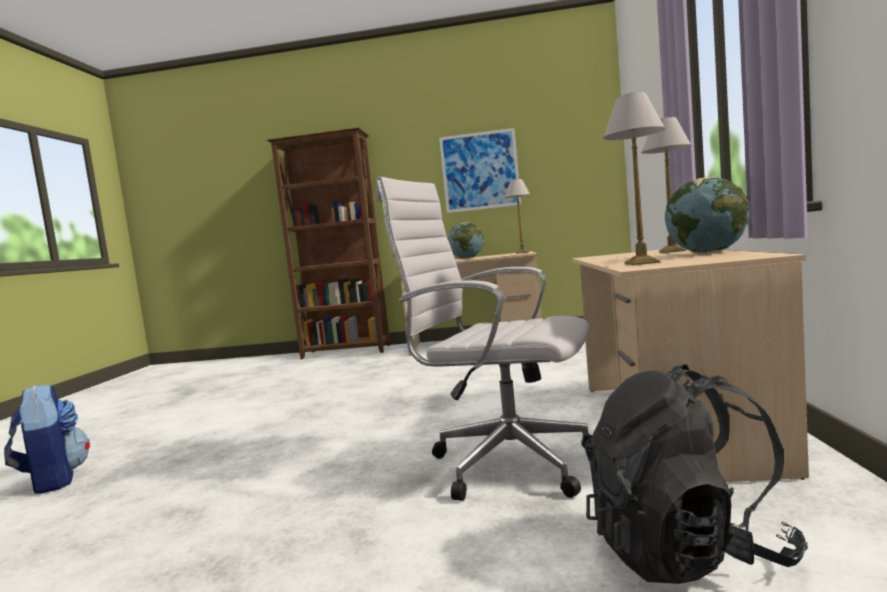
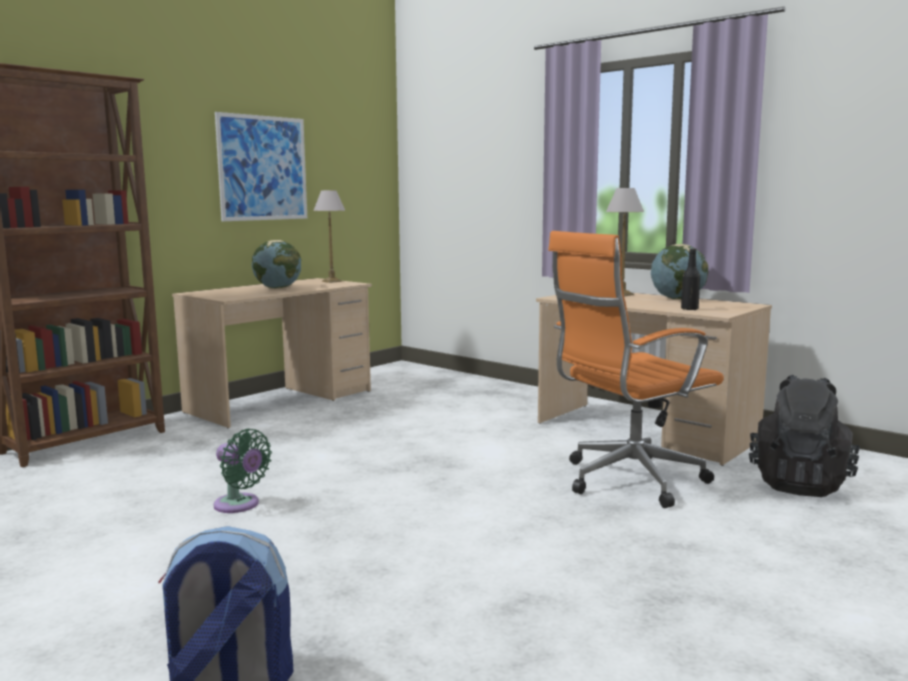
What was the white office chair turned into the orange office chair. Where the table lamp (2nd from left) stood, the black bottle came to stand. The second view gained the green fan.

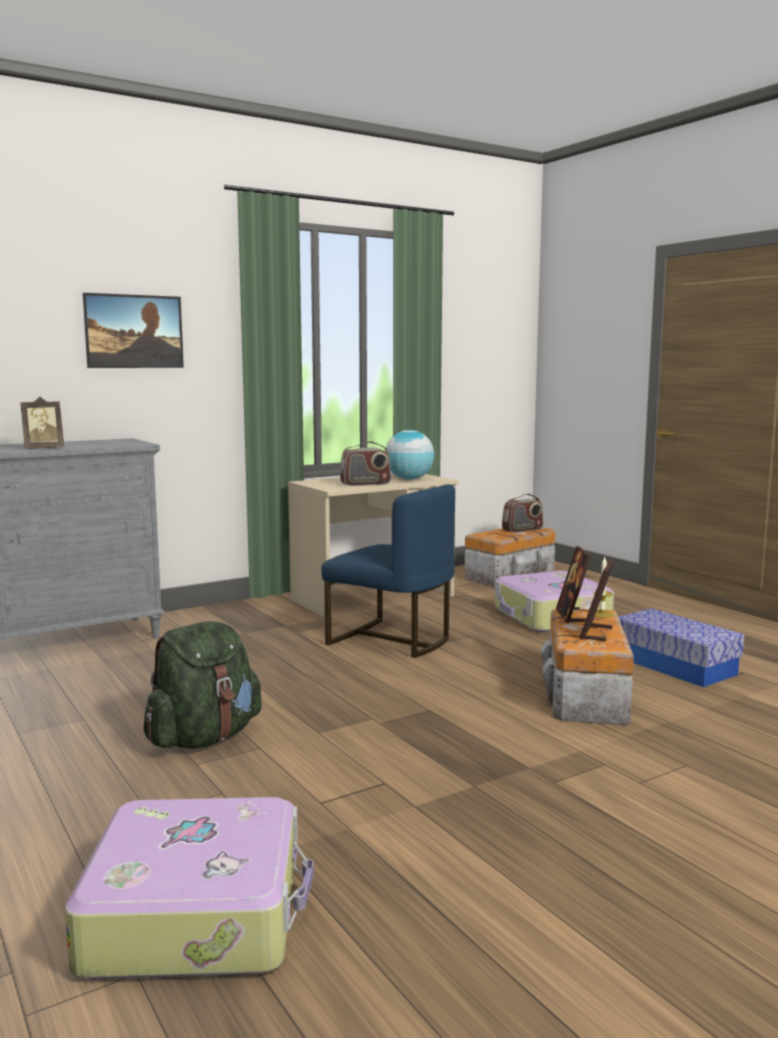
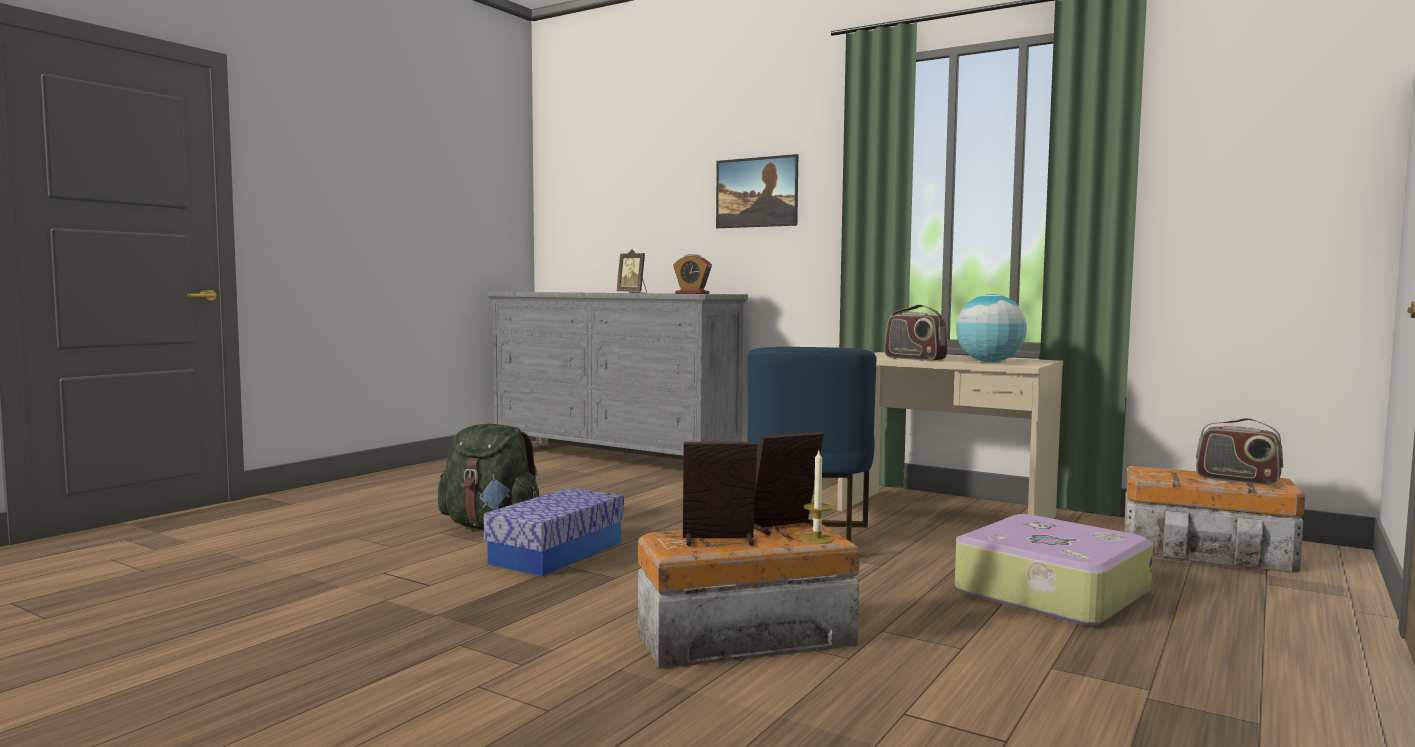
The second view lost the suitcase (1st from left). The storage box (3rd from left in the first image) ended up elsewhere. The second view gained the alarm clock.

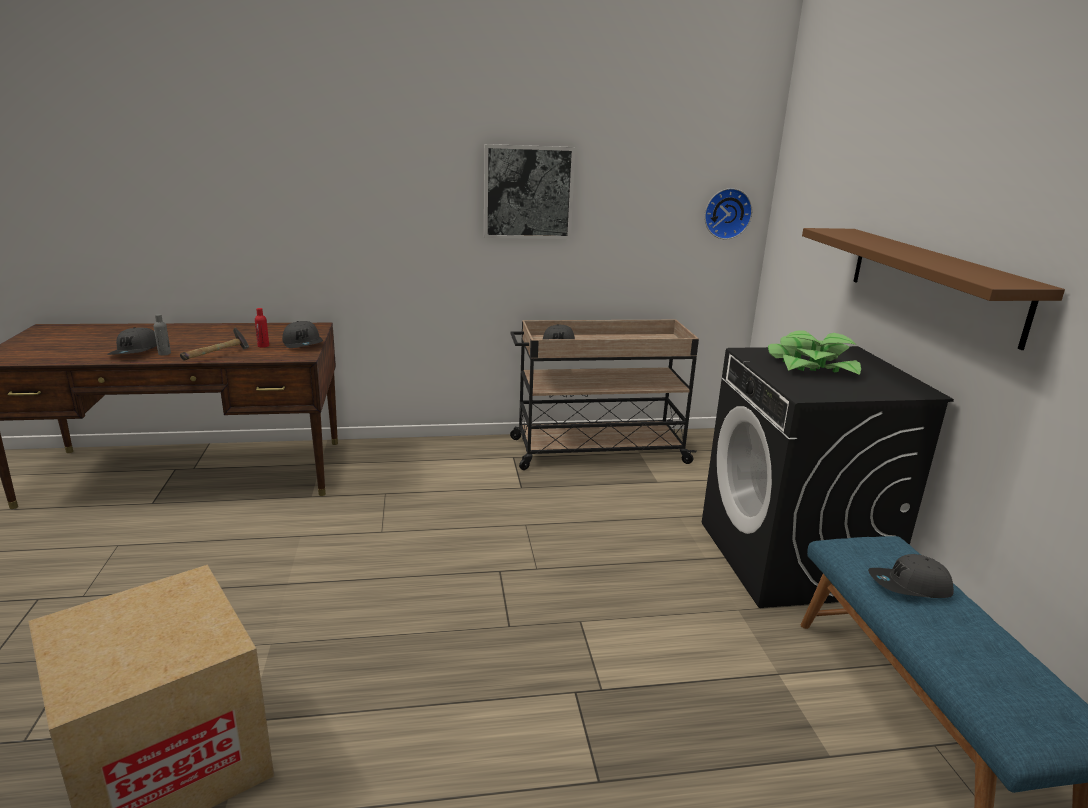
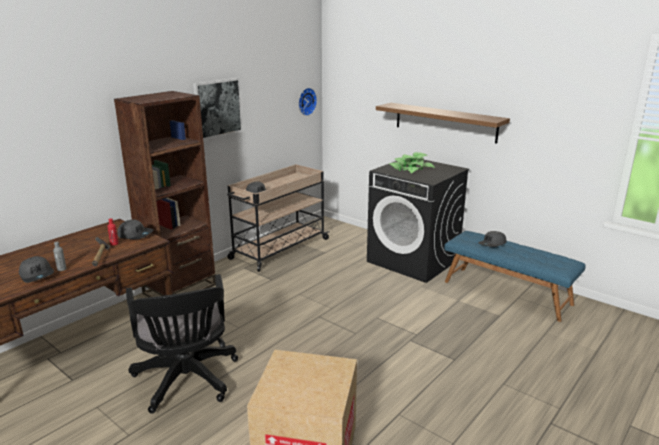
The second view gained the brown bookcase. The second view gained the black office chair.

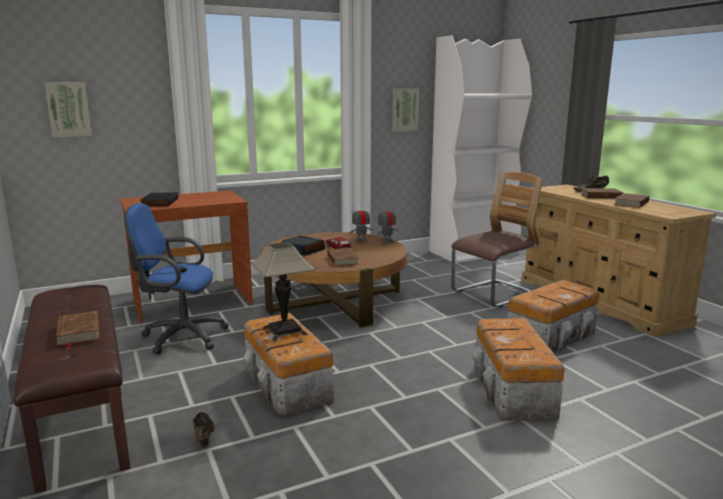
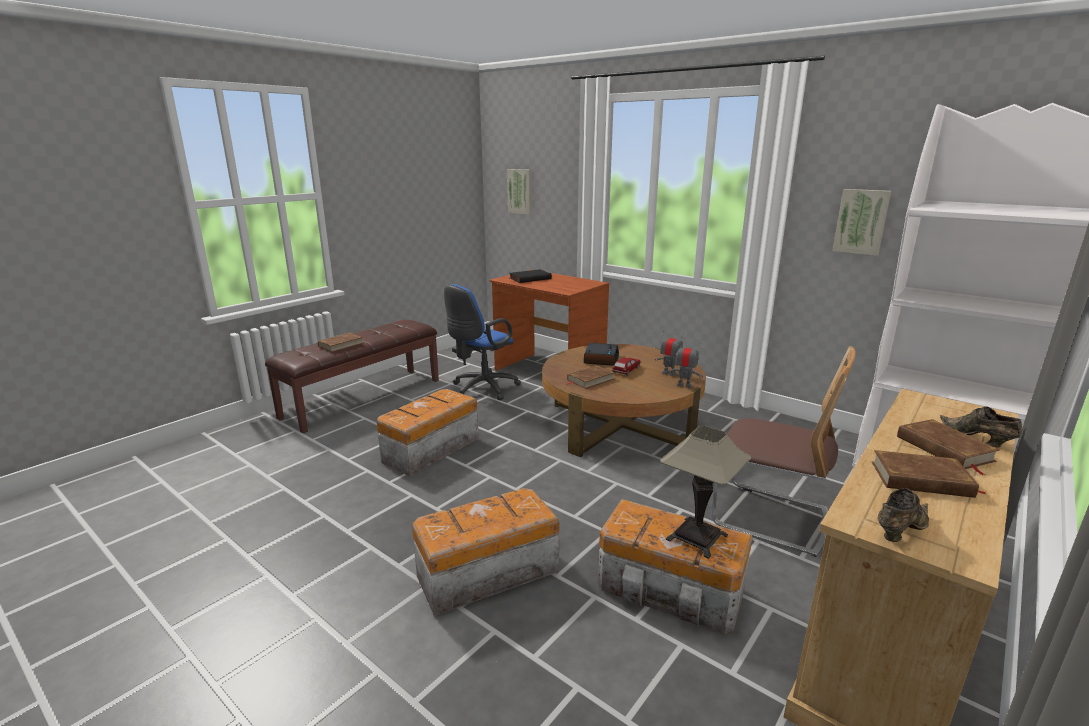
The blue office chair ended up facing another way, 120 degrees counterclockwise from before. The brown shoe (1st from left) ended up elsewhere. The table lamp ended up elsewhere.

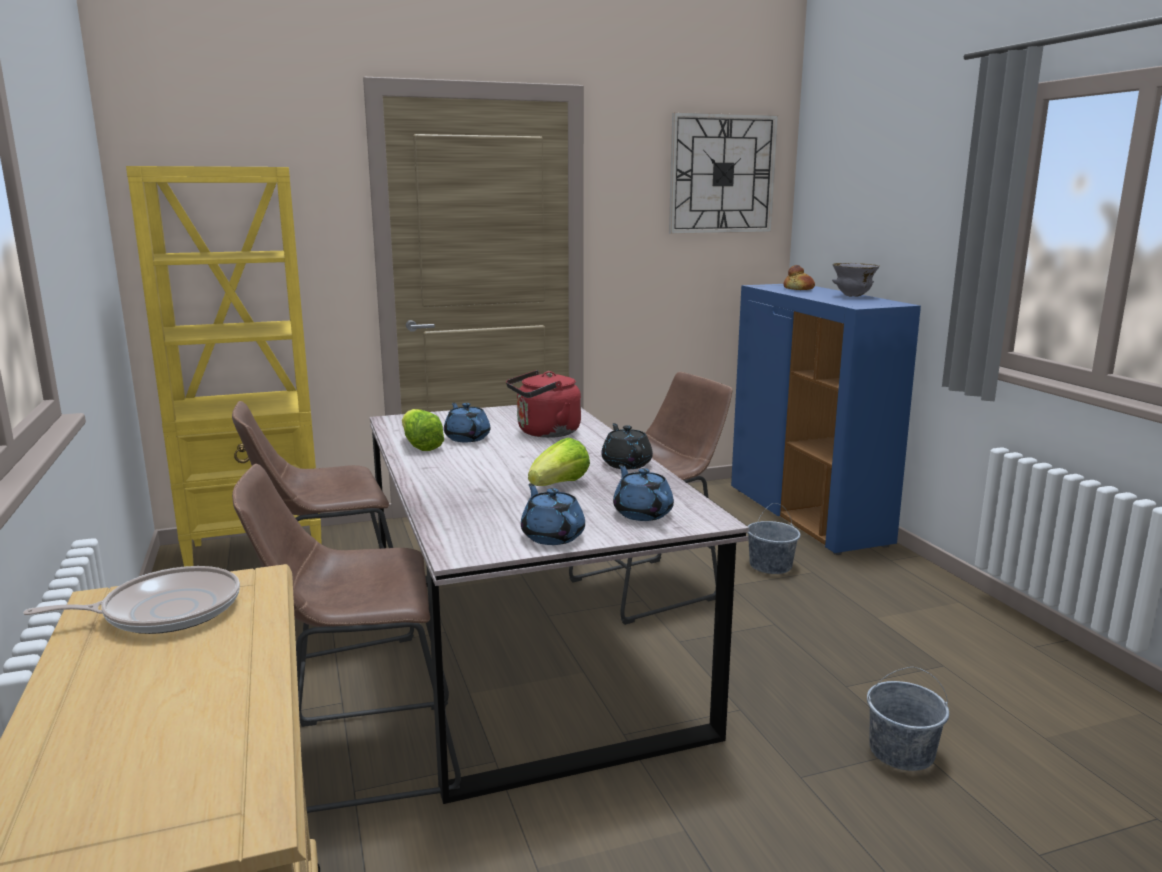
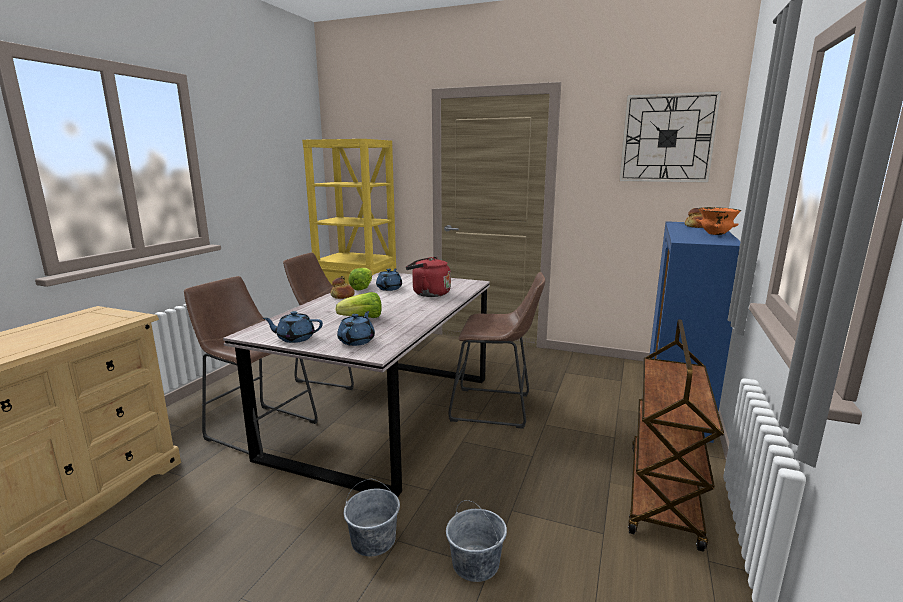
The second view lost the frying pan. The blue teapot (2nd from left in the first image) ended up facing another way, 105 degrees counterclockwise from before. The second view lost the black teapot. The grey bucket (1st from left) ended up elsewhere. What was the grey bowl turned into the orange bowl. The second view gained the bread (1st from left). The second view gained the brown cart.

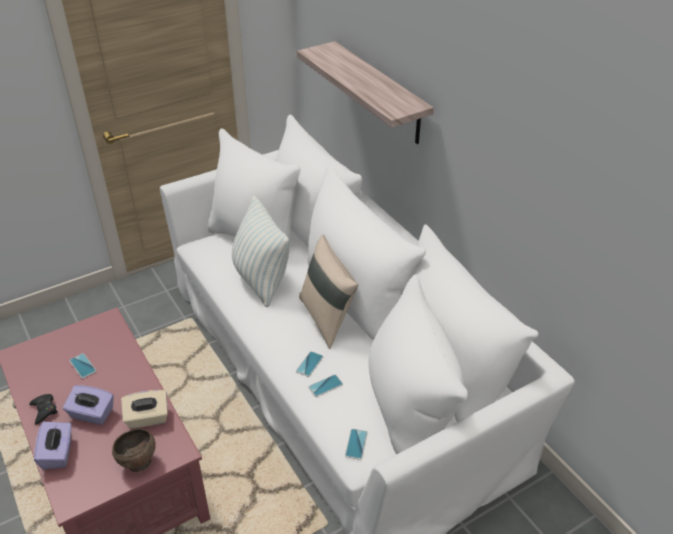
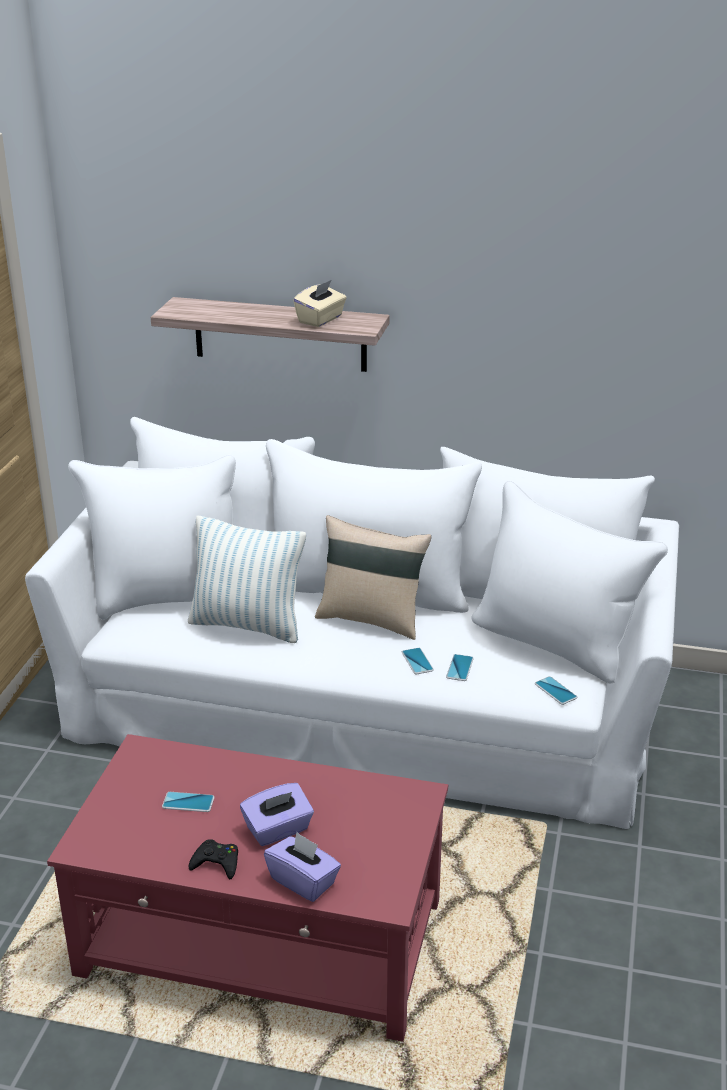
The second view lost the brown bowl. The beige tissue box ended up elsewhere.

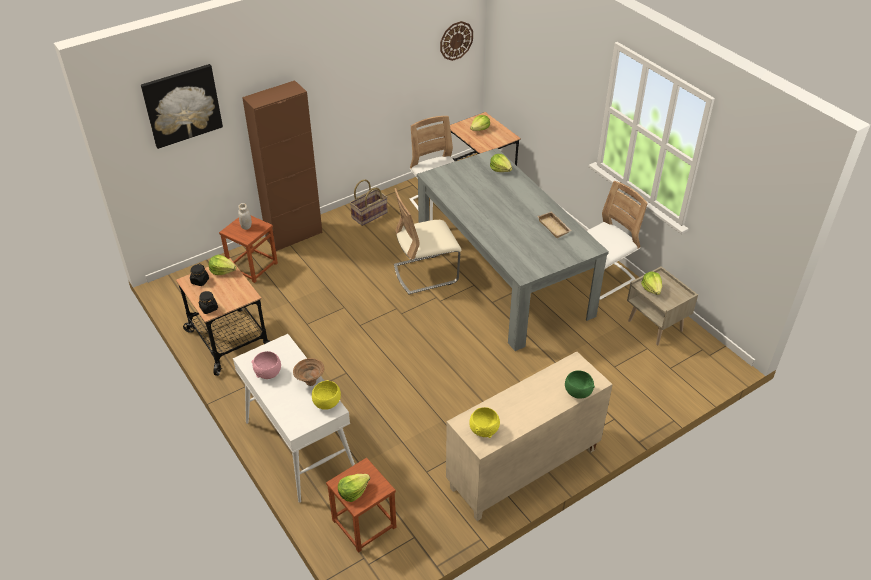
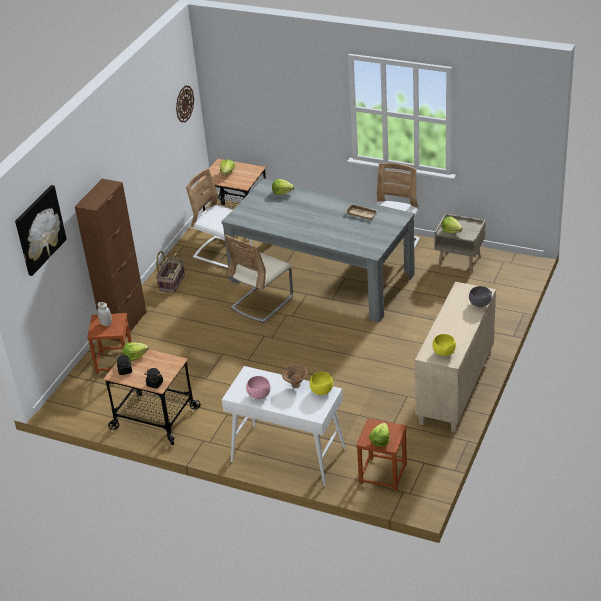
What was the green bowl turned into the grey bowl.

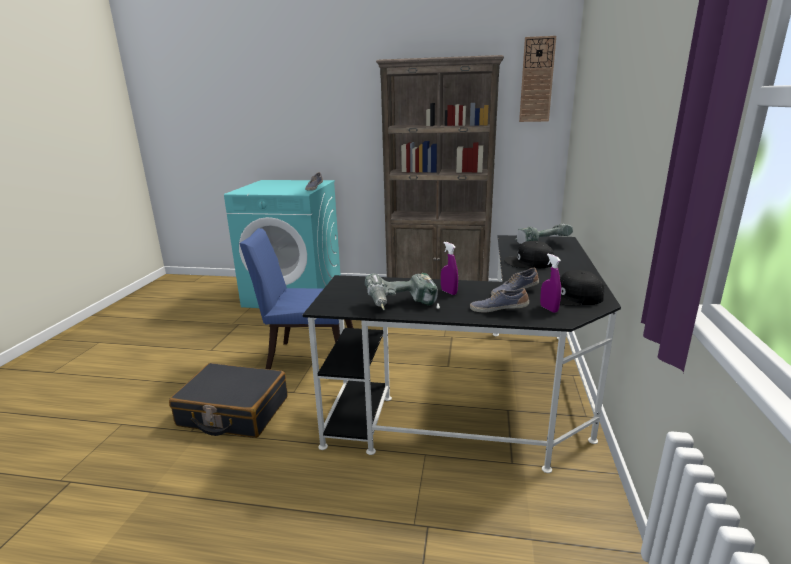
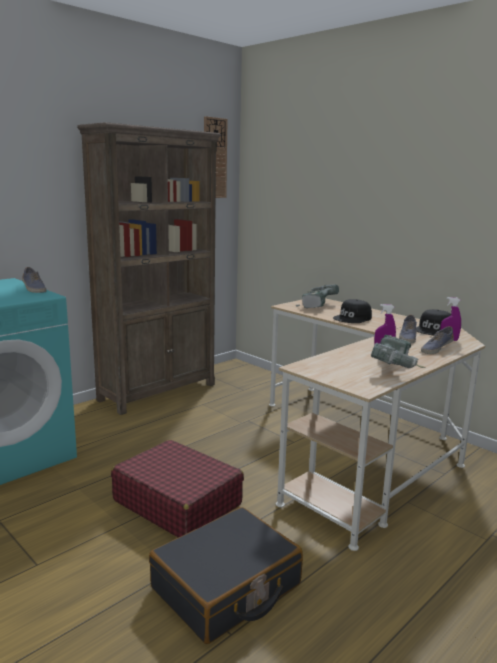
Where the blue chair stood, the red suitcase came to stand. What was the black desk turned into the beige desk.

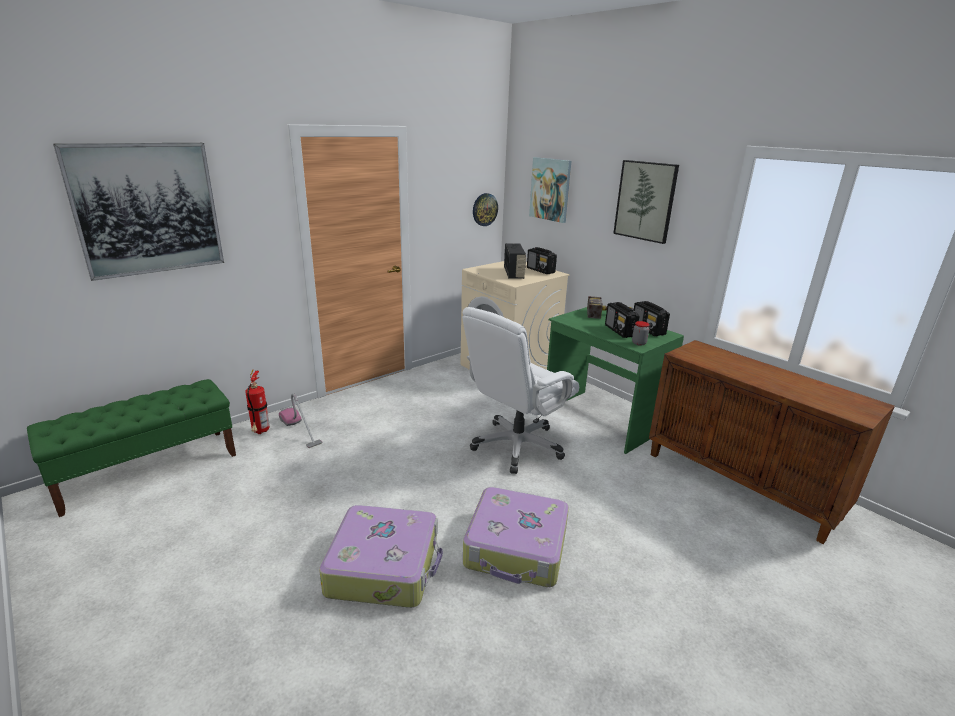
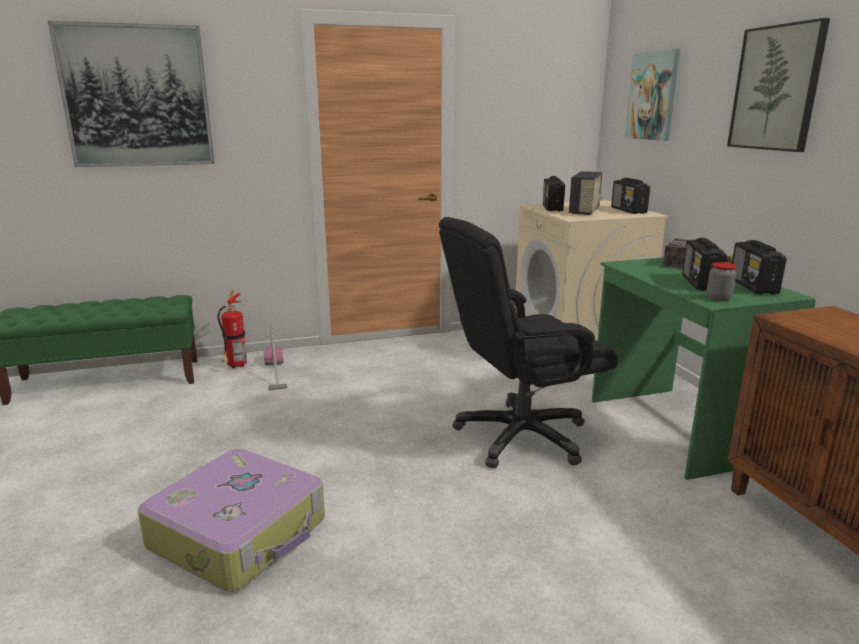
What was the white office chair turned into the black office chair. The second view lost the suitcase (2nd from left). The second view lost the wall clock. The second view gained the radio (1st from left).

